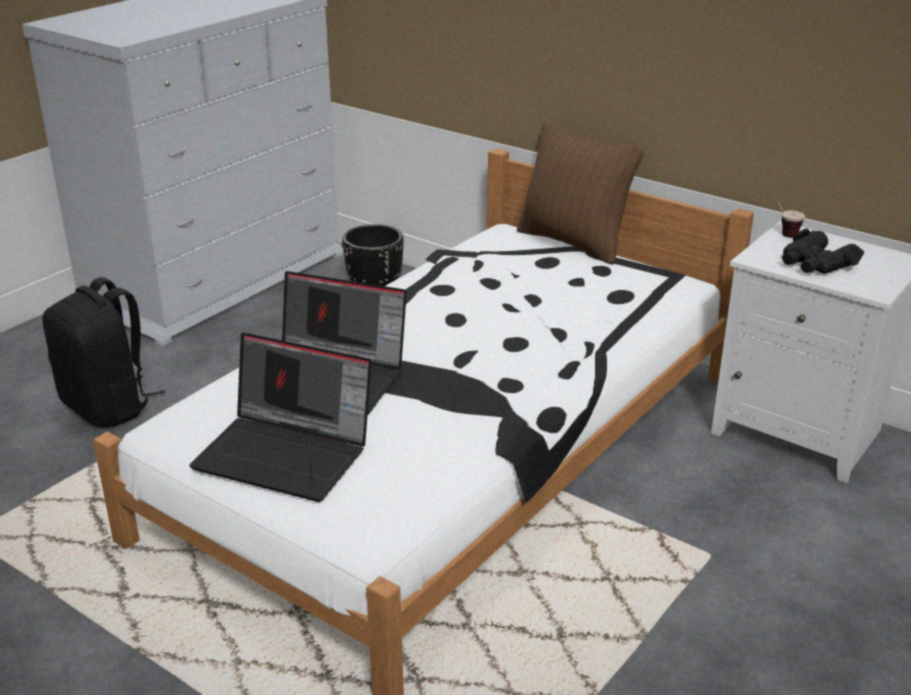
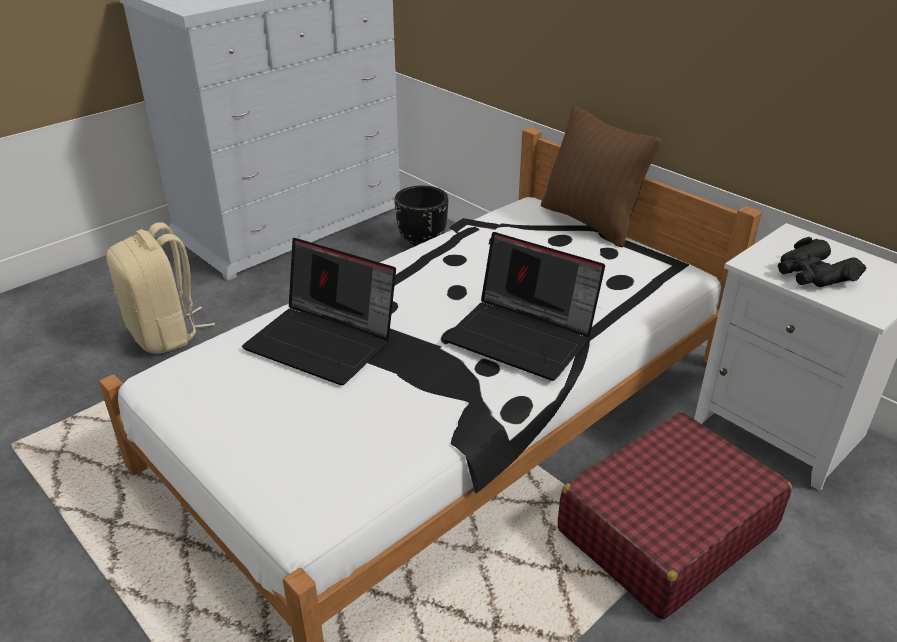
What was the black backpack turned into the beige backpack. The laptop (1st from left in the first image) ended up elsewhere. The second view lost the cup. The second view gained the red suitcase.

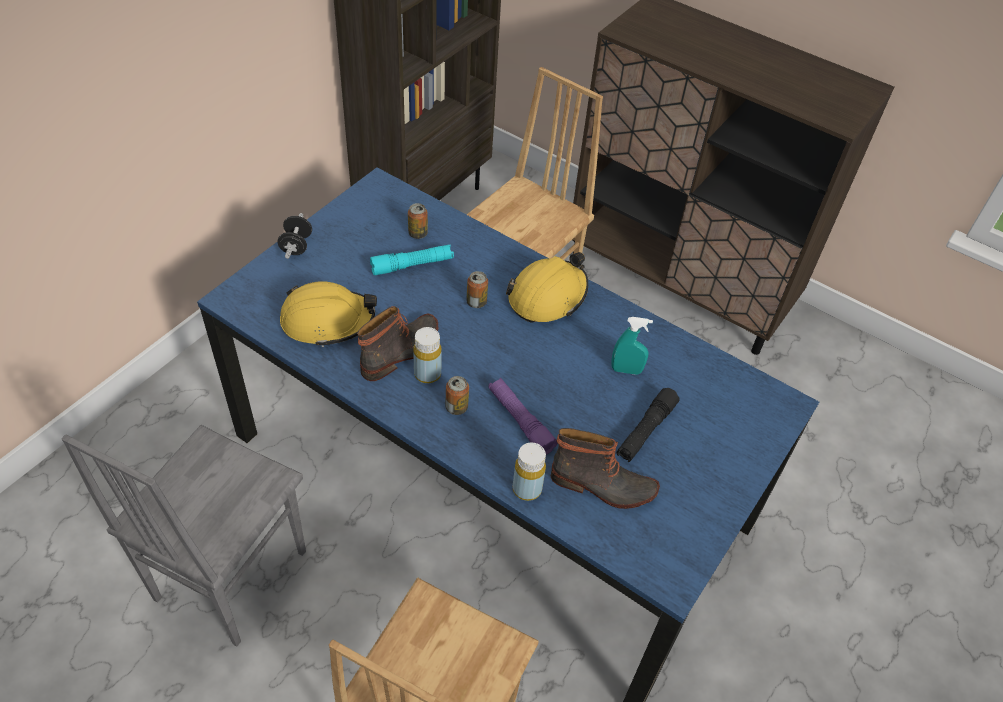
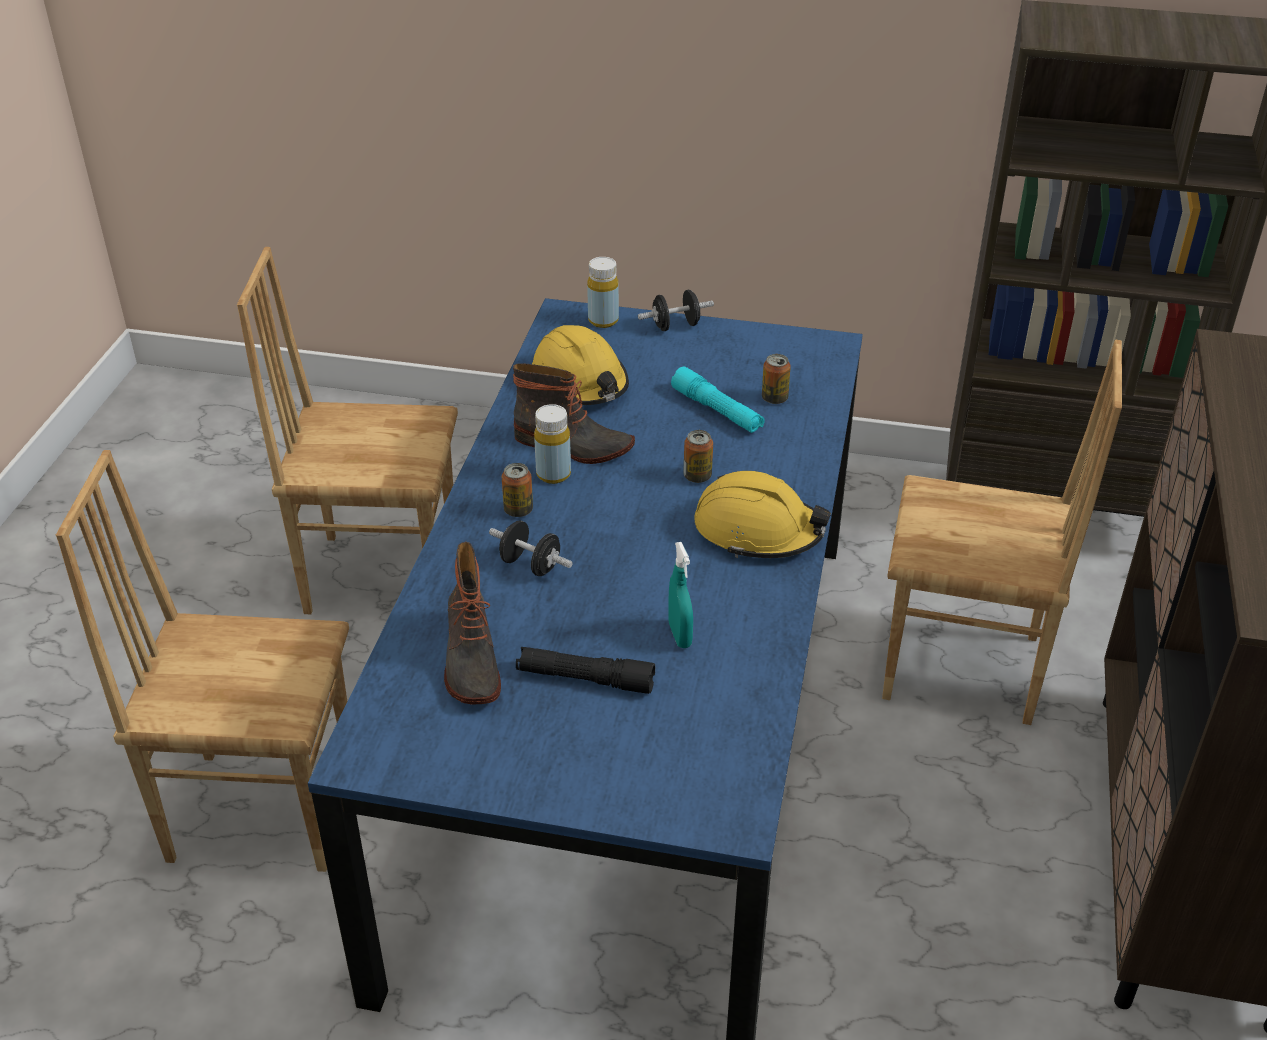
What was the grey chair turned into the brown chair (2nd from left). Where the purple flashlight stood, the black dumbbell (1st from left) came to stand. The yellow bottle (2nd from left) ended up elsewhere.

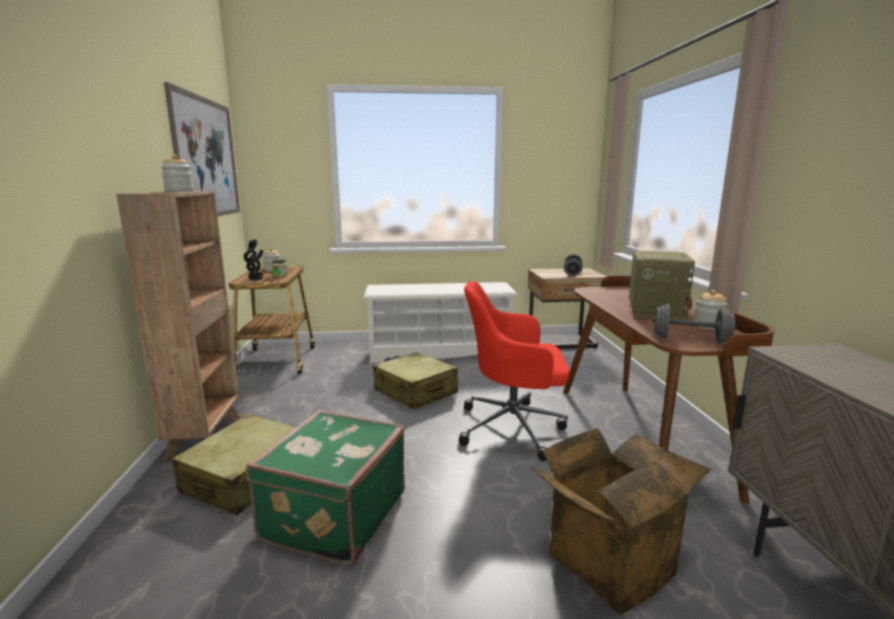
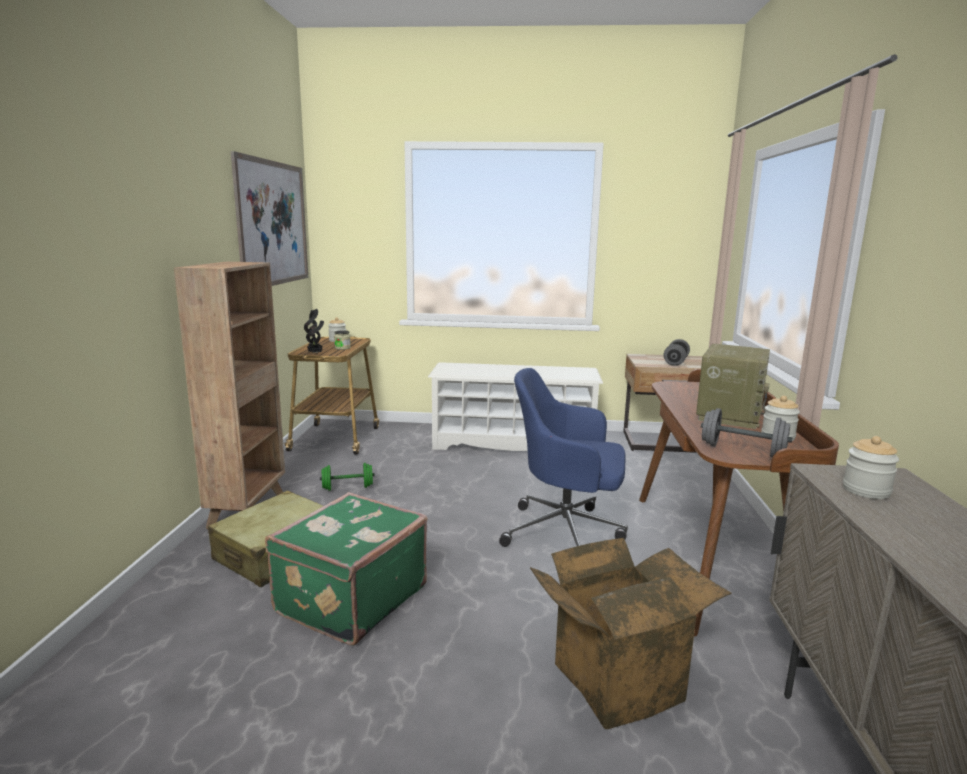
The jar (1st from left in the first image) ended up elsewhere. The second view lost the beige suitcase (2nd from left). What was the red office chair turned into the blue office chair. The second view gained the green dumbbell.

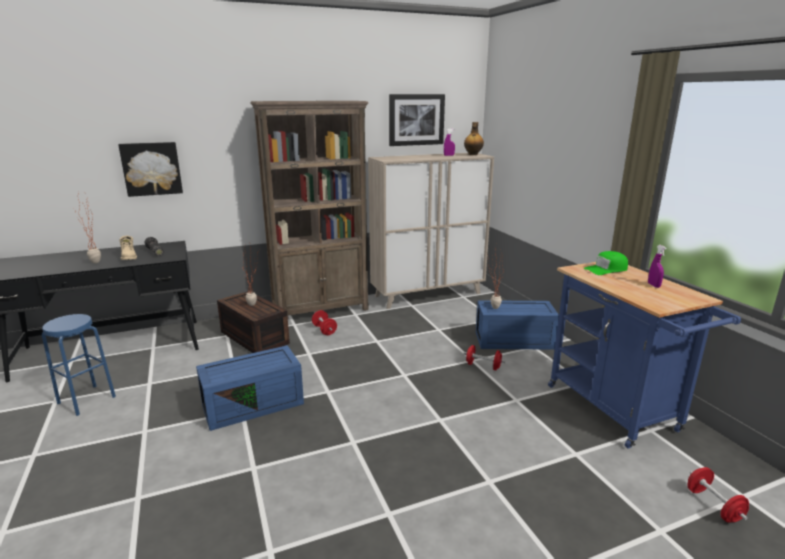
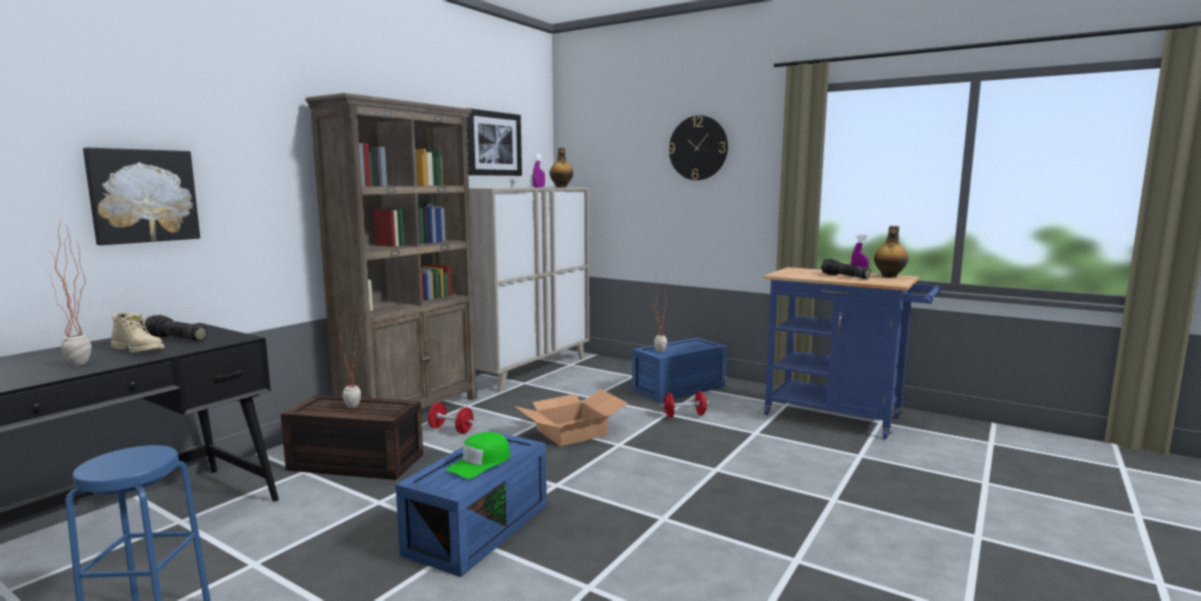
The green cap ended up elsewhere. The second view lost the red dumbbell (3rd from left). The second view gained the cardboard box. The second view gained the wall clock. The second view gained the flashlight (2nd from left). The second view gained the bottle (2nd from left).

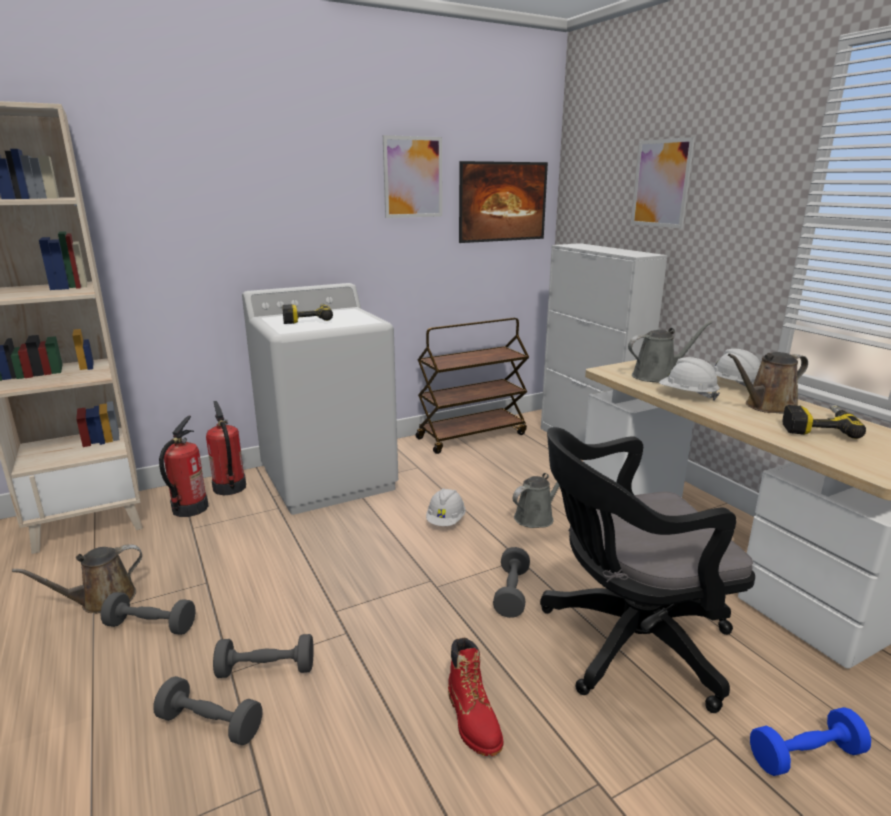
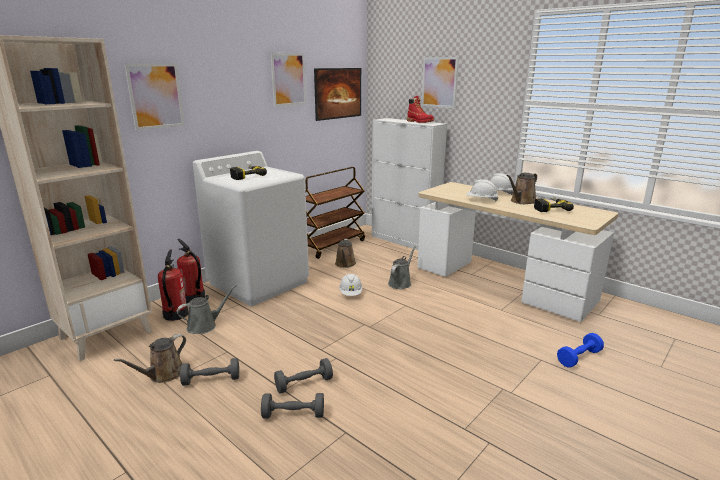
The red boot ended up elsewhere. The second view lost the grey dumbbell (4th from left). The second view lost the black office chair. The grey watering can (2nd from left in the first image) ended up elsewhere. The second view gained the picture (1st from left). The second view gained the brown watering can (2nd from left).

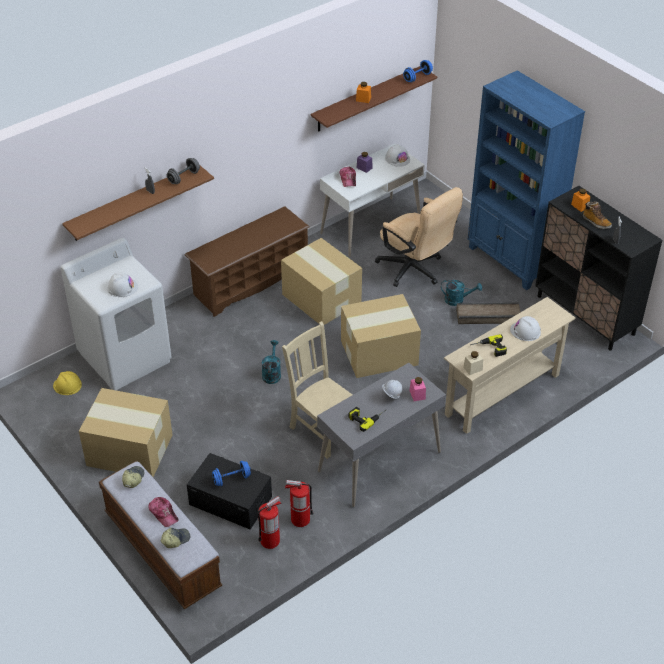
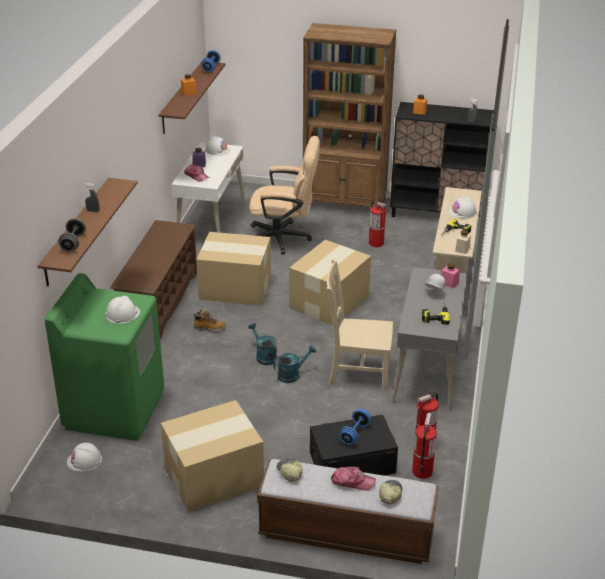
What was the yellow hard hat turned into the white hard hat (1st from left). What was the white washing machine turned into the green washing machine. The grey dumbbell ended up elsewhere. The turquoise watering can (2nd from left) ended up elsewhere. Where the crate stood, the fire extinguisher (1st from left) came to stand. What was the blue bookcase turned into the brown bookcase. The boot ended up elsewhere.

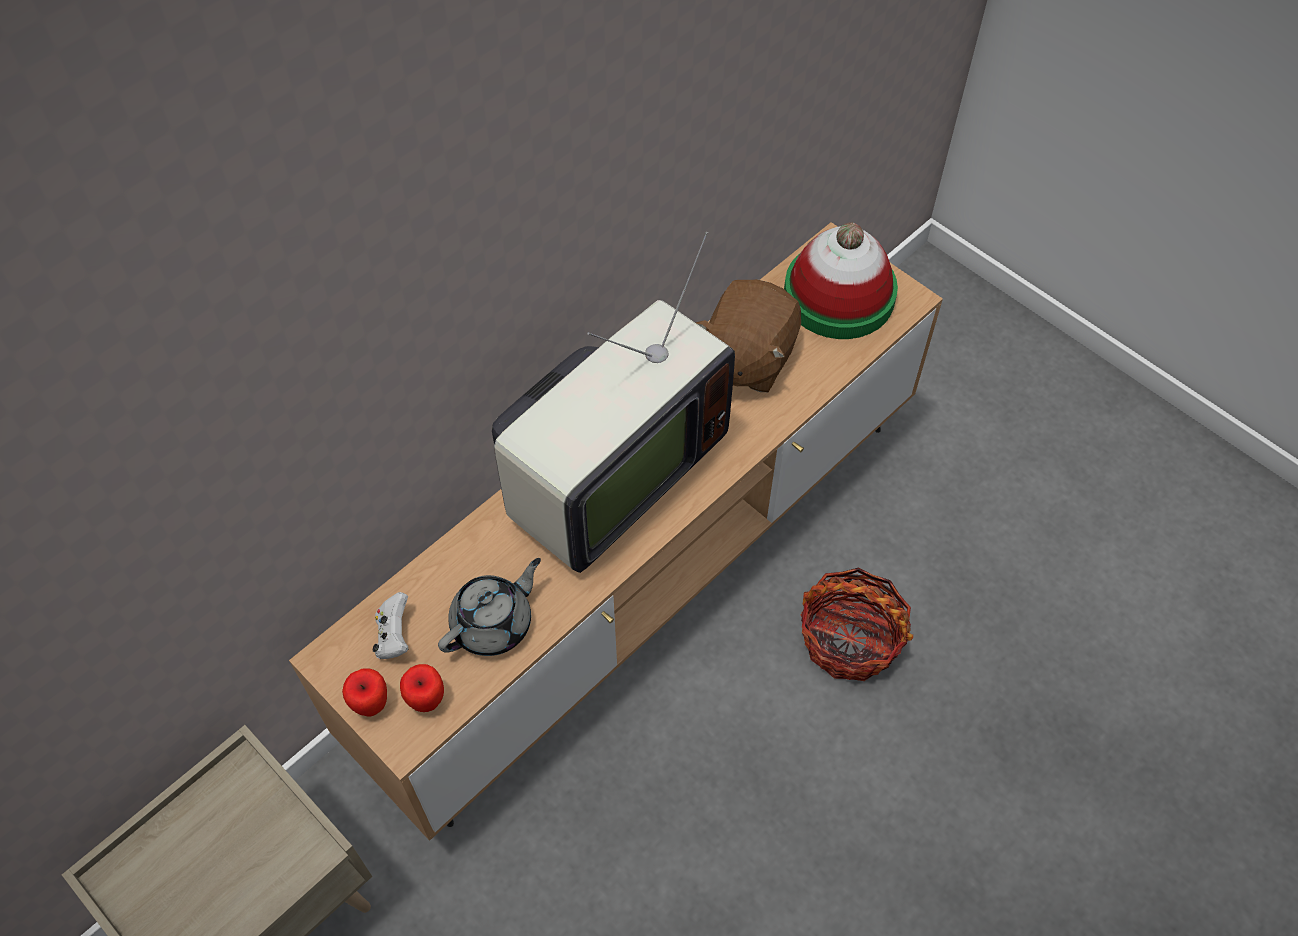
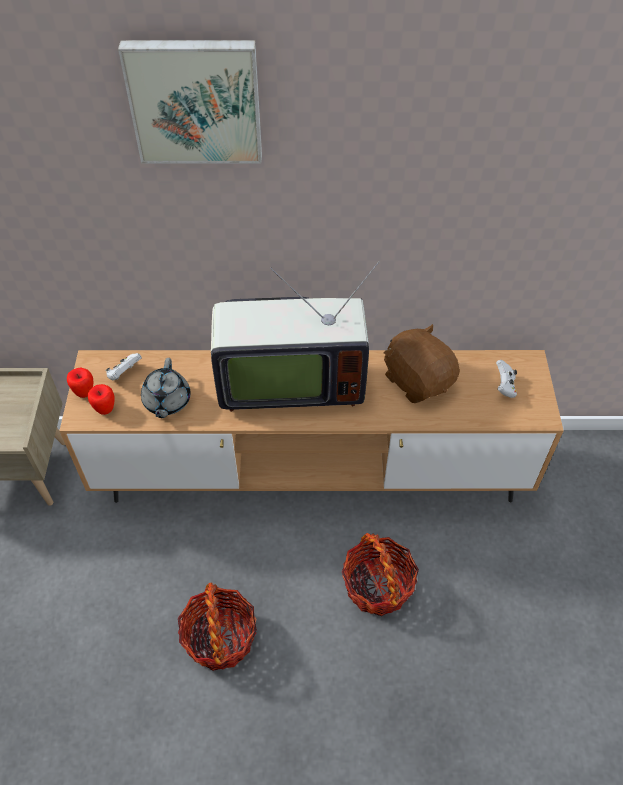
The grey teapot ended up facing another way, 90 degrees clockwise from before. The brown plush toy ended up facing another way, 75 degrees clockwise from before. Where the hat stood, the white game controller (2nd from left) came to stand. The second view gained the picture. The second view gained the basket (1st from left).

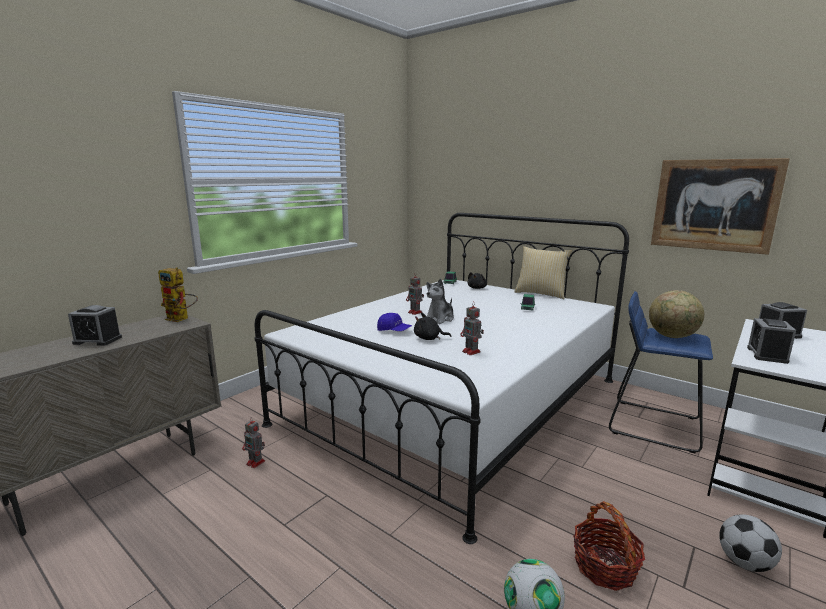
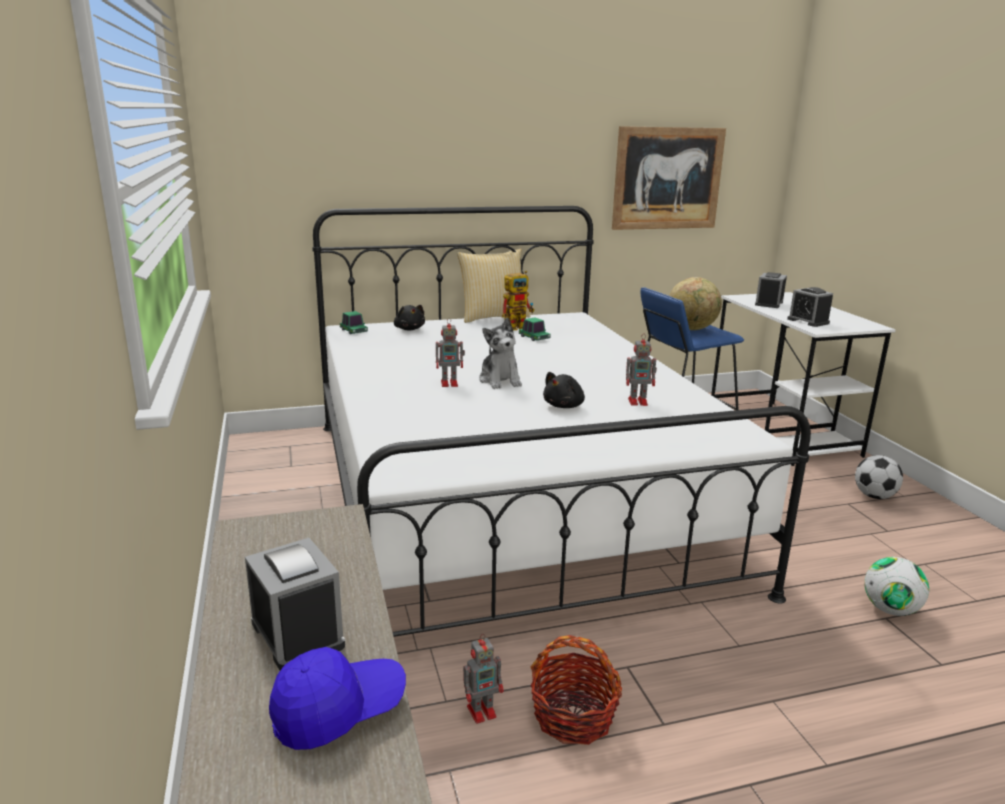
The alarm clock (1st from left) ended up facing another way, 75 degrees counterclockwise from before. The toy robot (1st from left in the first image) ended up elsewhere. The blue cap ended up elsewhere. The basket ended up elsewhere.

